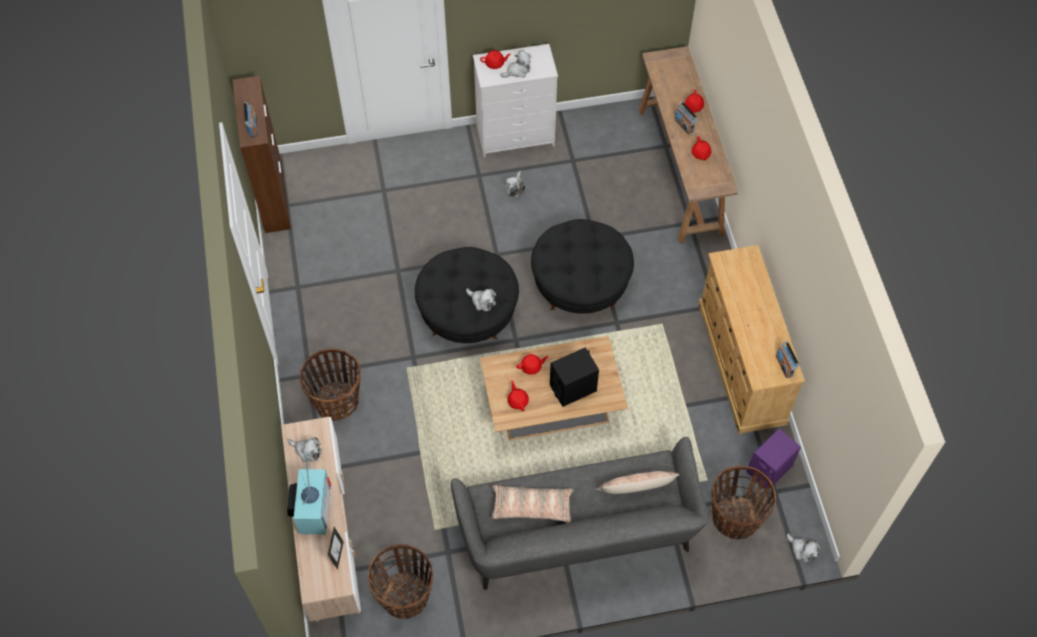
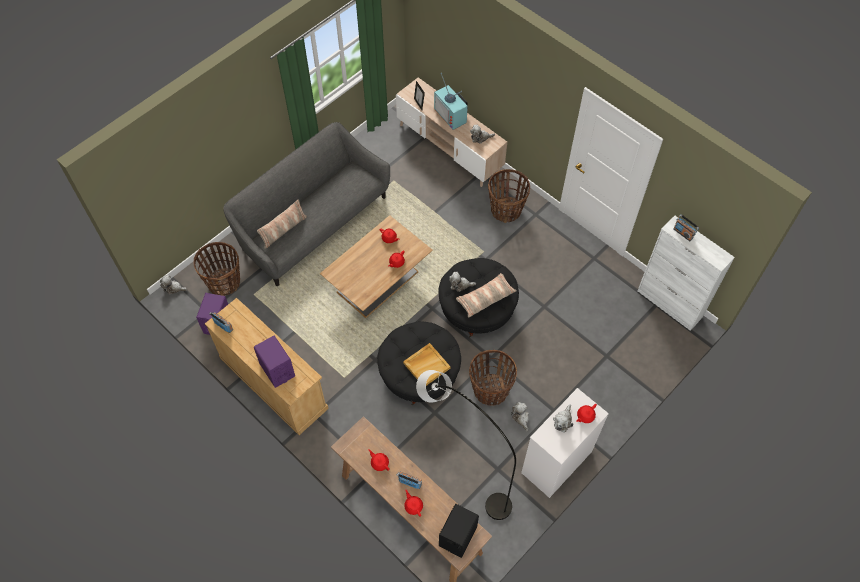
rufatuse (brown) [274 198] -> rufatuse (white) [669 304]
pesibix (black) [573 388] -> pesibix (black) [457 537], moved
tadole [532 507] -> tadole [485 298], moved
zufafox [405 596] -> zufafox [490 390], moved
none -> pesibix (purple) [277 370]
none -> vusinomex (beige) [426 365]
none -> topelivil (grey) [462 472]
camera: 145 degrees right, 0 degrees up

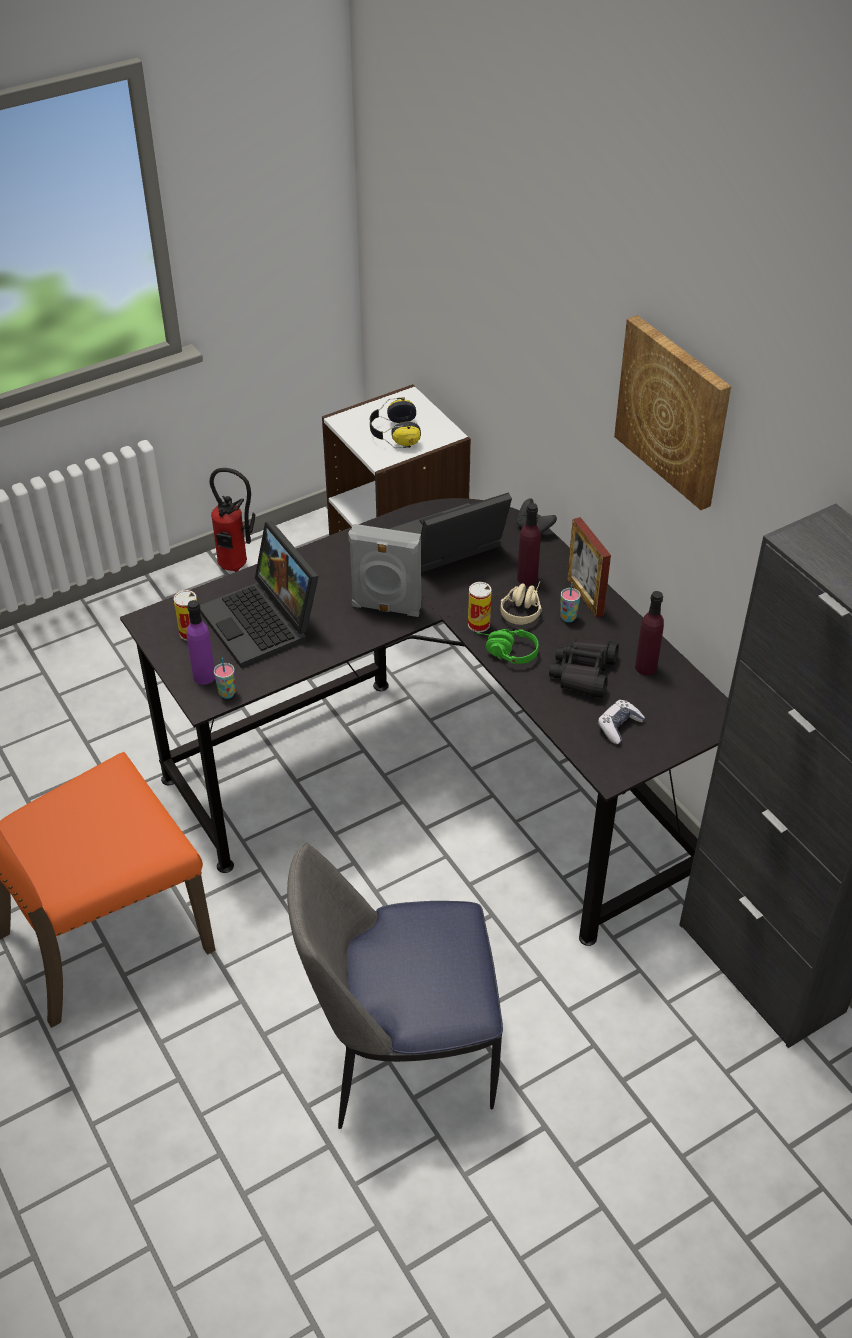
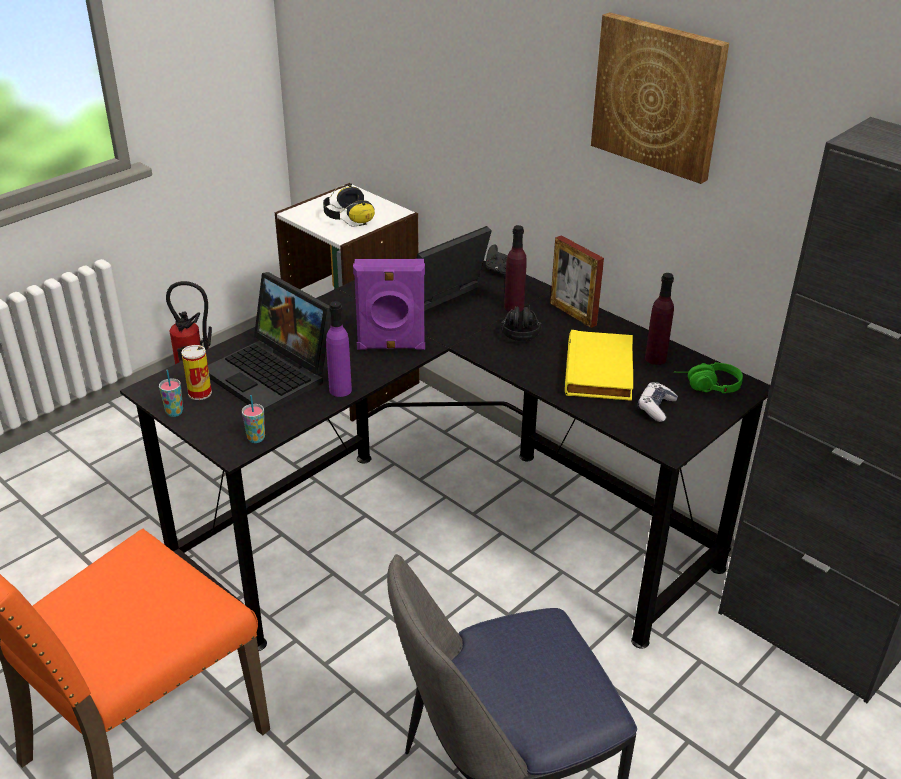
pesibix (grey) [386 608] -> pesibix (purple) [391 346]
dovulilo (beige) [523 607] -> dovulilo (black) [520 329]
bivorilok [478 624] -> none
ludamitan [568 617] -> ludamitan [174 412], moved
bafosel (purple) [204 676] -> bafosel (purple) [340 390], moved
dovulilo (green) [505 652] -> dovulilo (green) [706 386], moved
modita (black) [583 673] -> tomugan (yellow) [601 371]
camera: 15 degrees left, 10 degrees down

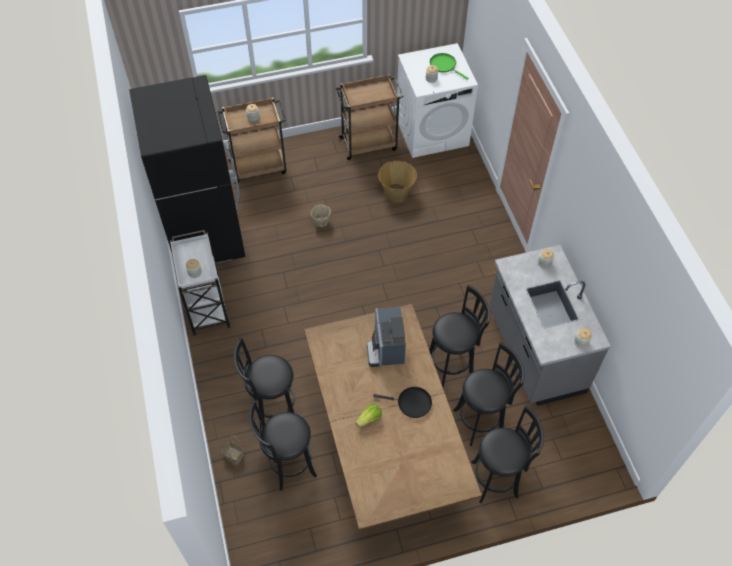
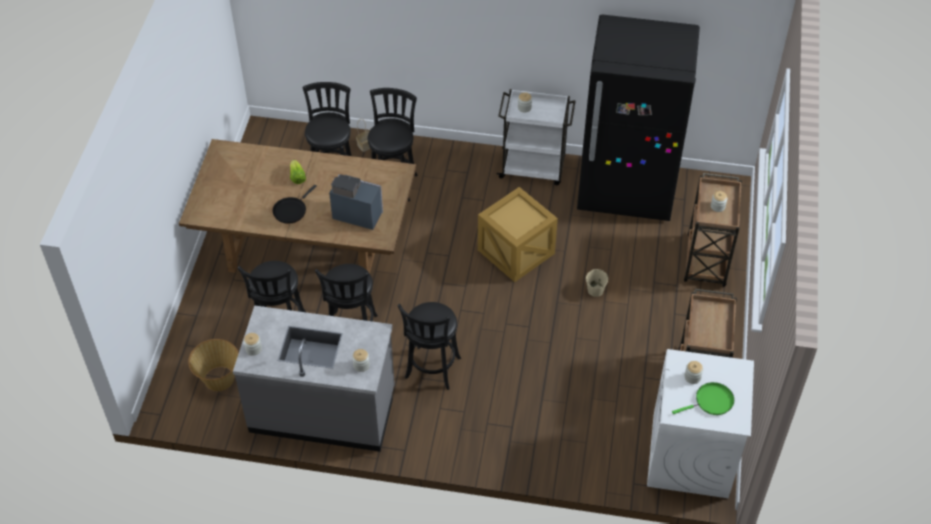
zufafox [396 192] -> zufafox [218 379], moved
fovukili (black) [497 479] -> fovukili (black) [431 370], moved
none -> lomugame [516 252]
camera: 115 degrees right, 5 degrees down

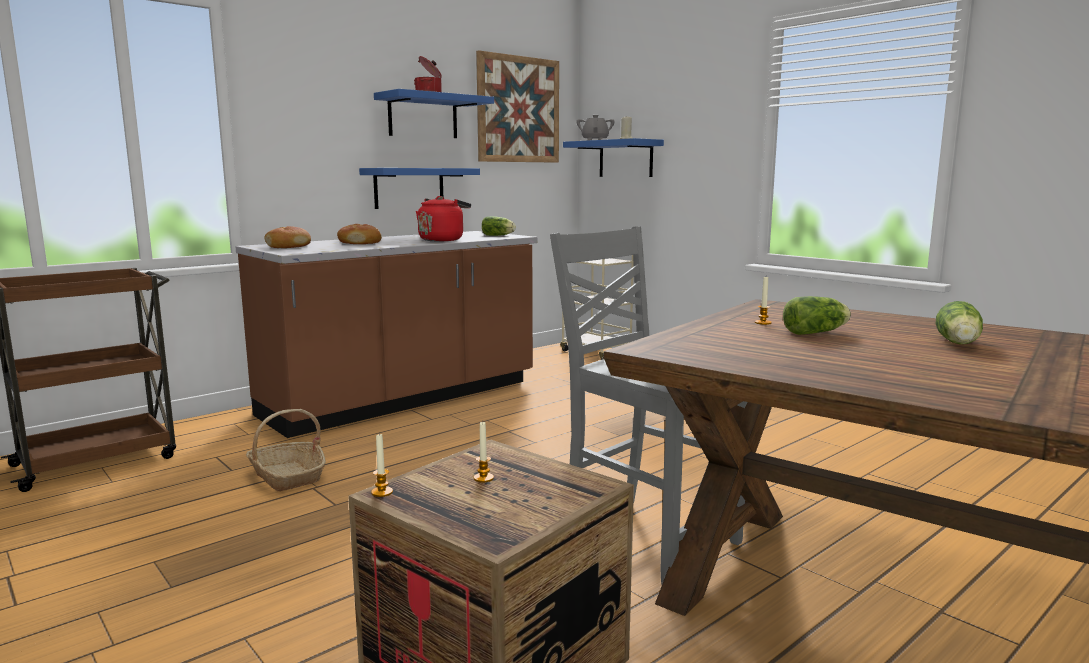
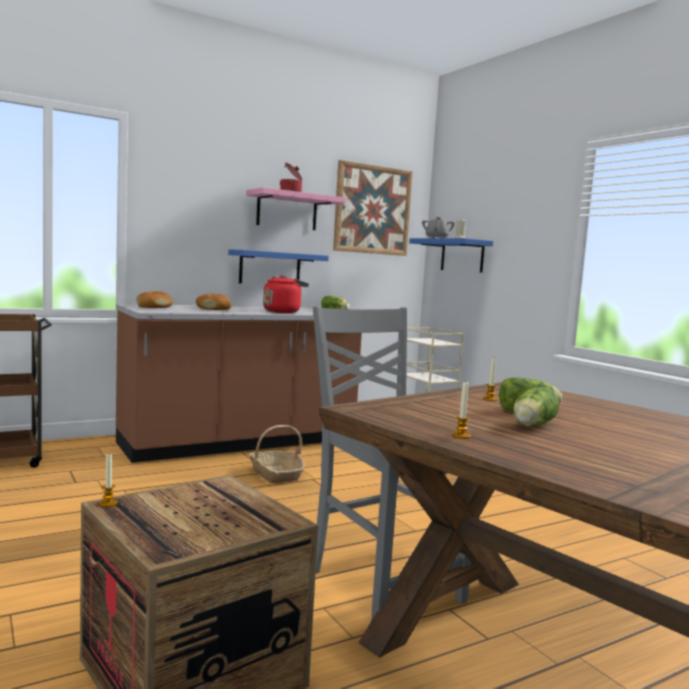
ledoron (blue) [423 116] -> ledoron (pink) [287 211]
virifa [958 343] -> virifa [531 426], moved
zufafox [287 476] -> zufafox [276 474], moved
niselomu [483 478] -> niselomu [461 436], moved
camera: 10 degrees right, 5 degrees down

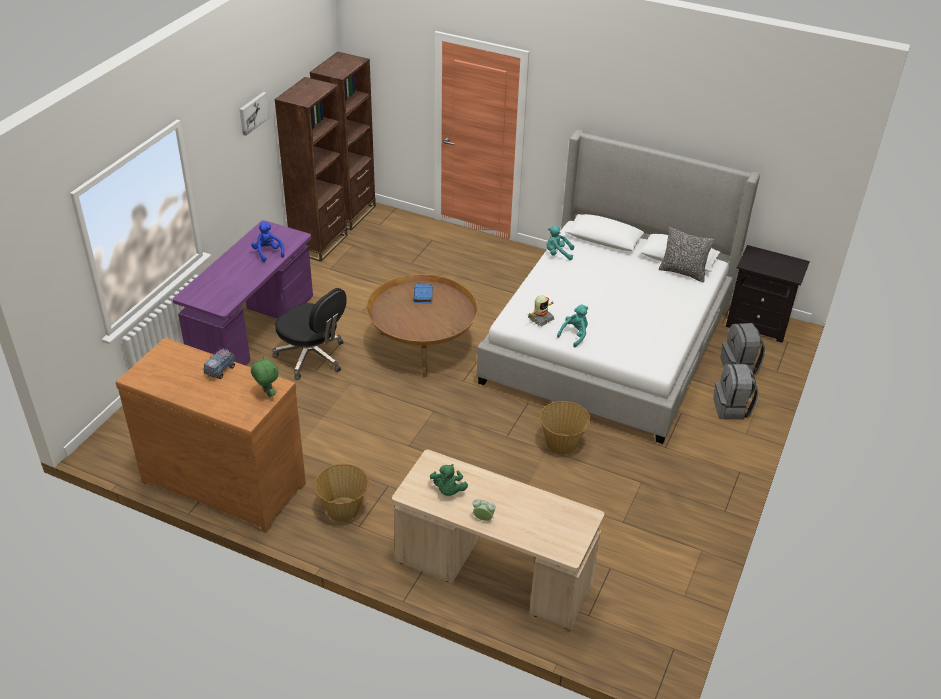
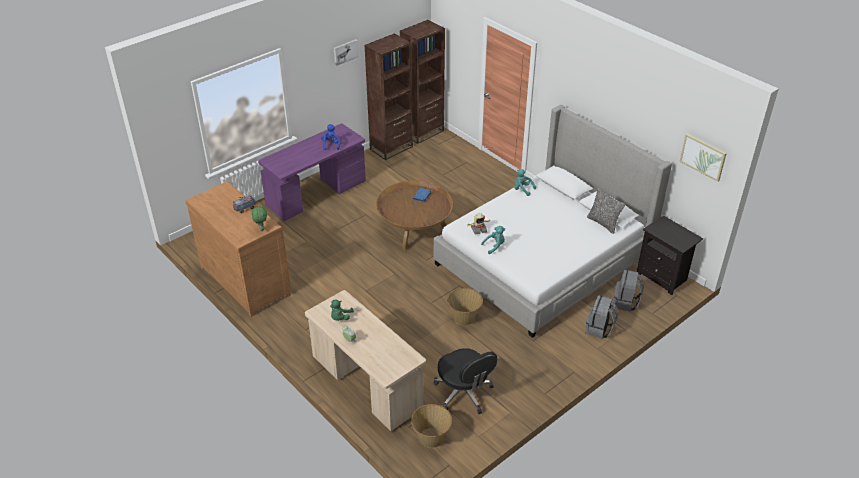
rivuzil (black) [312 357] -> rivuzil (black) [464 393], moved
zufafox [343 509] -> zufafox [431 438], moved
none -> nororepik [703 156]
camera: 25 degrees right, 0 degrees up

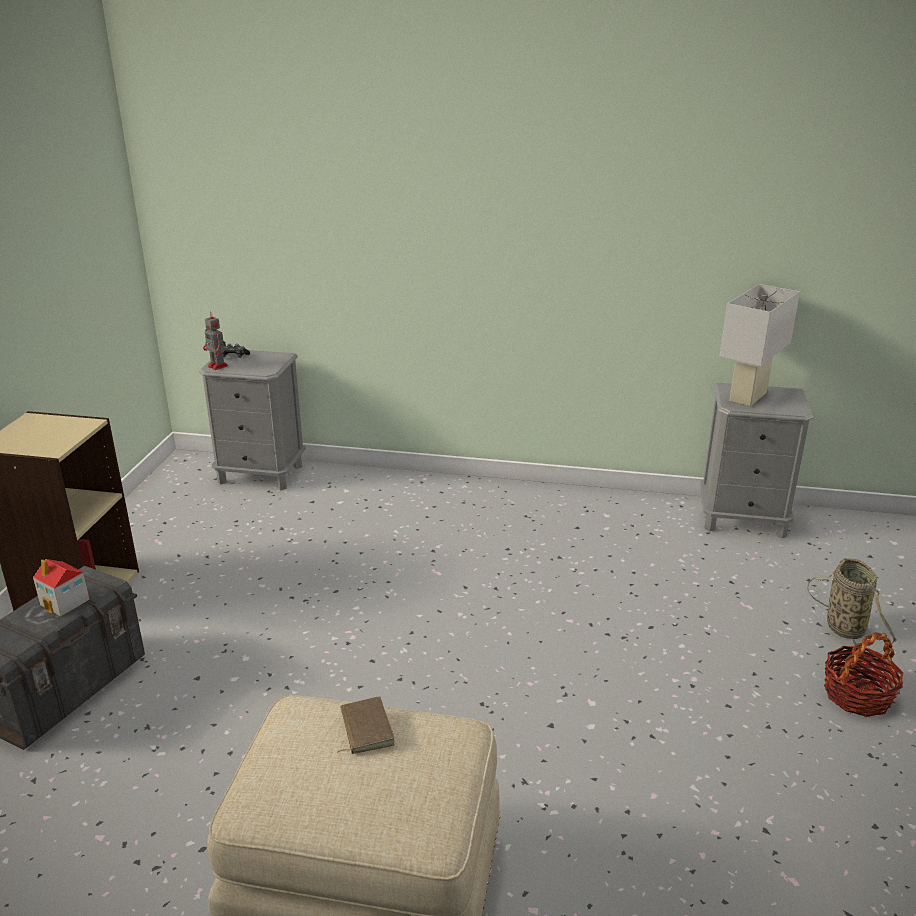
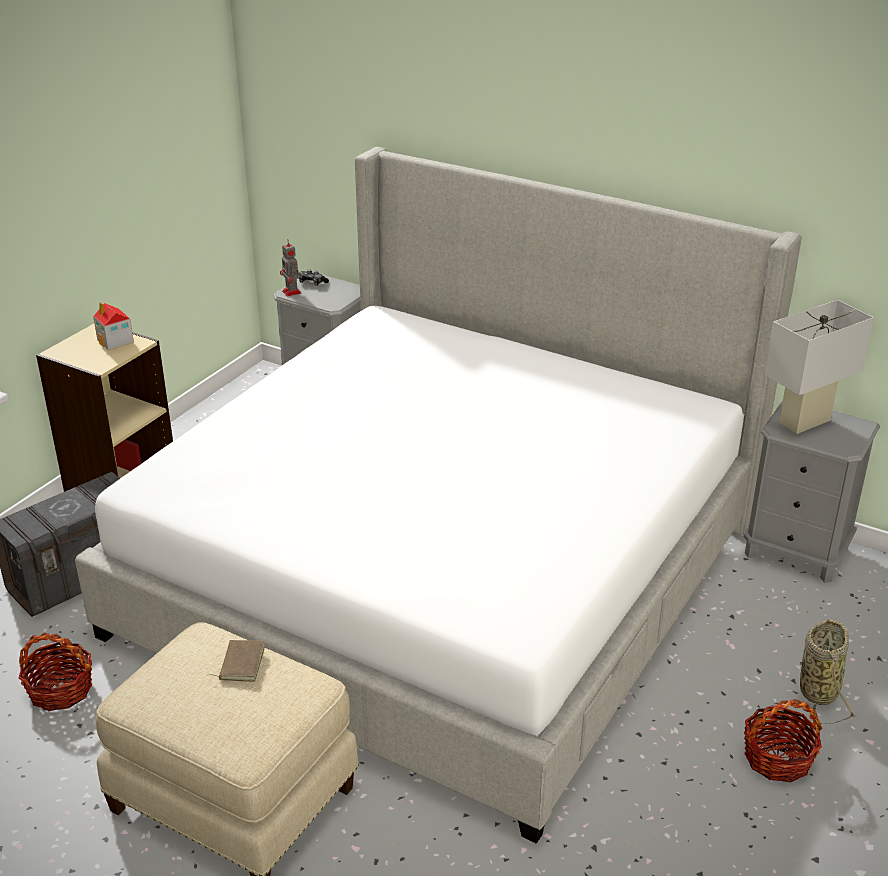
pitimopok [65 602] -> pitimopok [115 341], moved
none -> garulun [444 574]
none -> zufafox [60 690]
camera: 20 degrees right, 5 degrees up

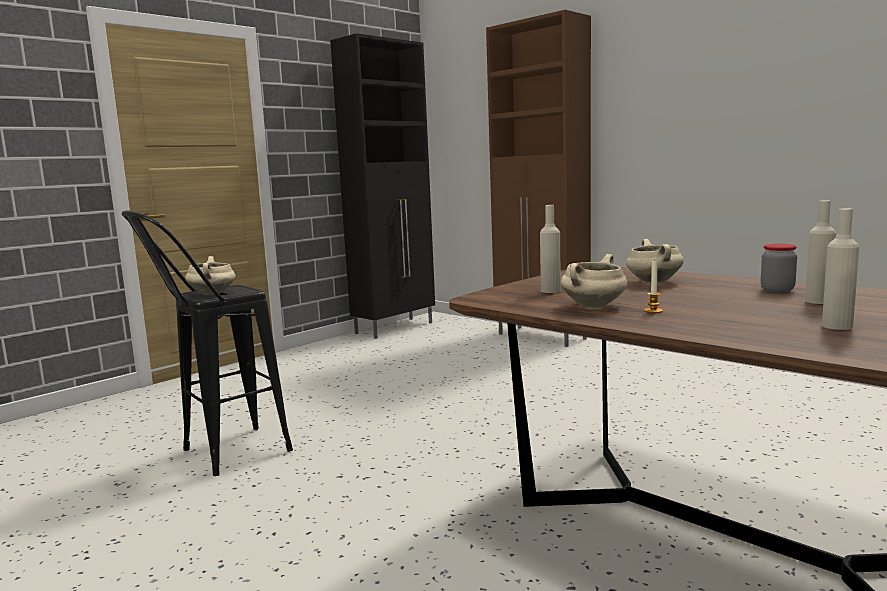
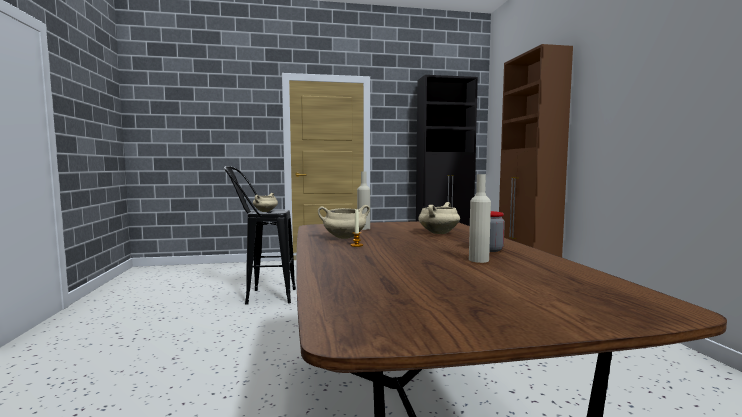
bafosel (beige) [837 326] -> none
camera: 35 degrees right, 5 degrees down

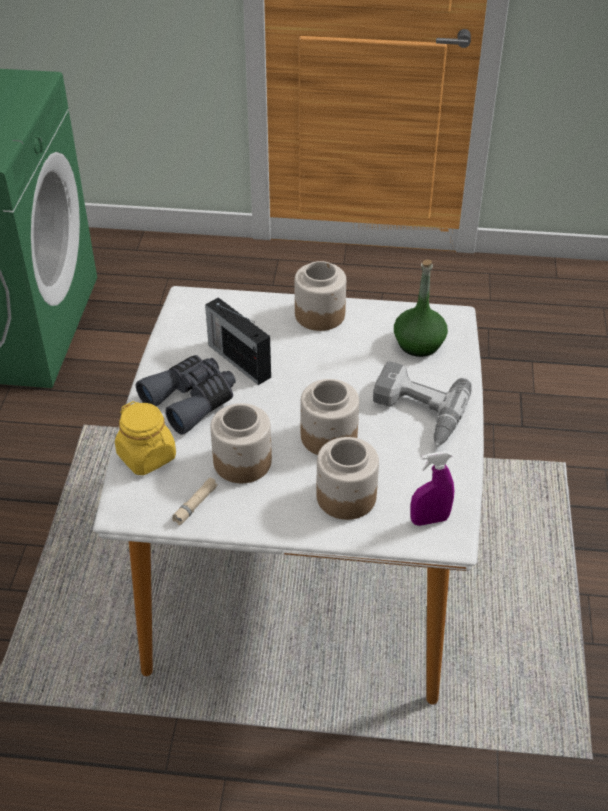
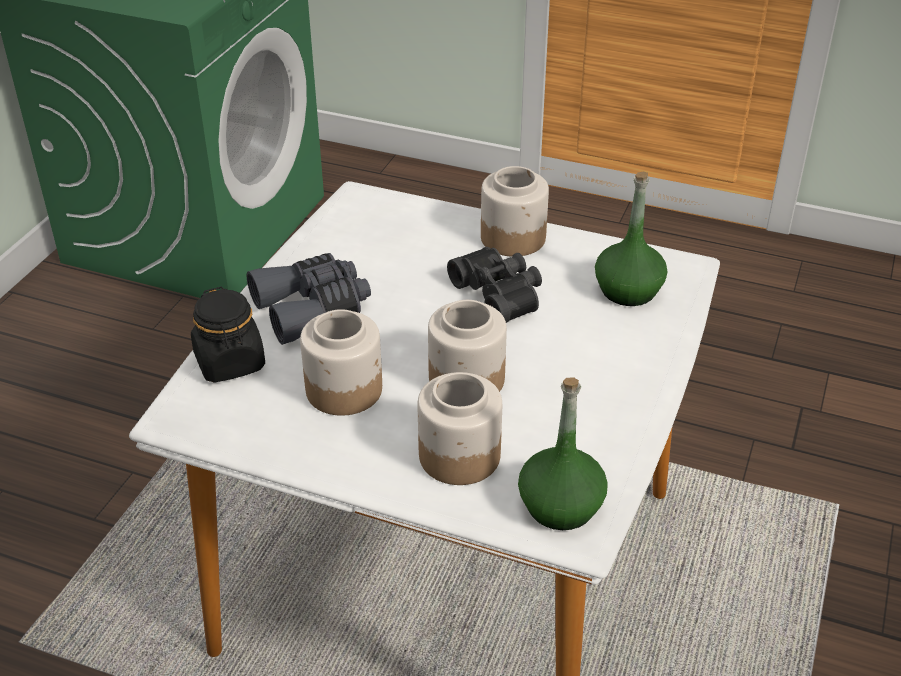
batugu [238 360] -> none
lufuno [416 413] -> none
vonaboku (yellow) [147 456] -> vonaboku (black) [230 362]
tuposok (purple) [429 520] -> bafosel (green) [560 506]
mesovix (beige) [195 505] -> none
none -> modita (black) [500 294]
camera: 15 degrees right, 5 degrees down

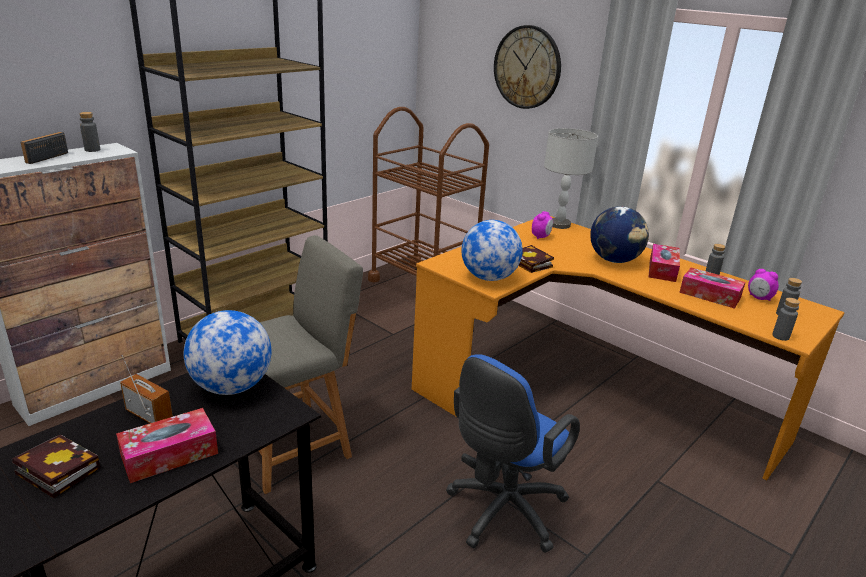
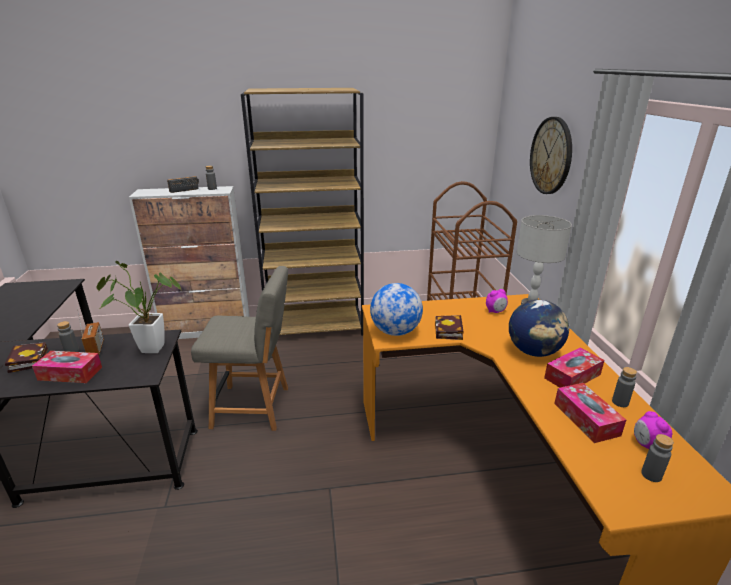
bafosel (grey) [780 336] -> bafosel (grey) [72 351], moved
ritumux [231 387] -> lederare [147 348]
rivuzil (blue) [502 513] -> none
camera: 40 degrees right, 0 degrees up

